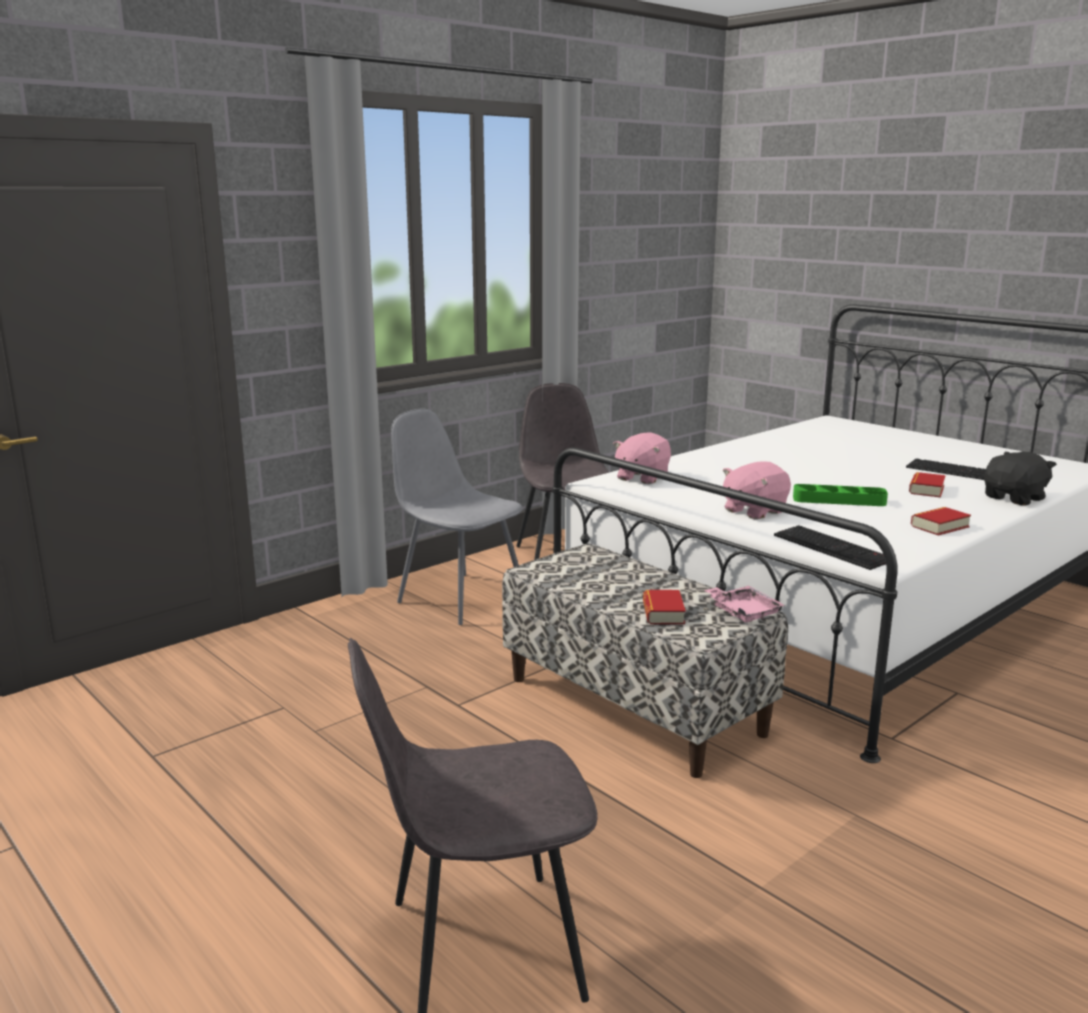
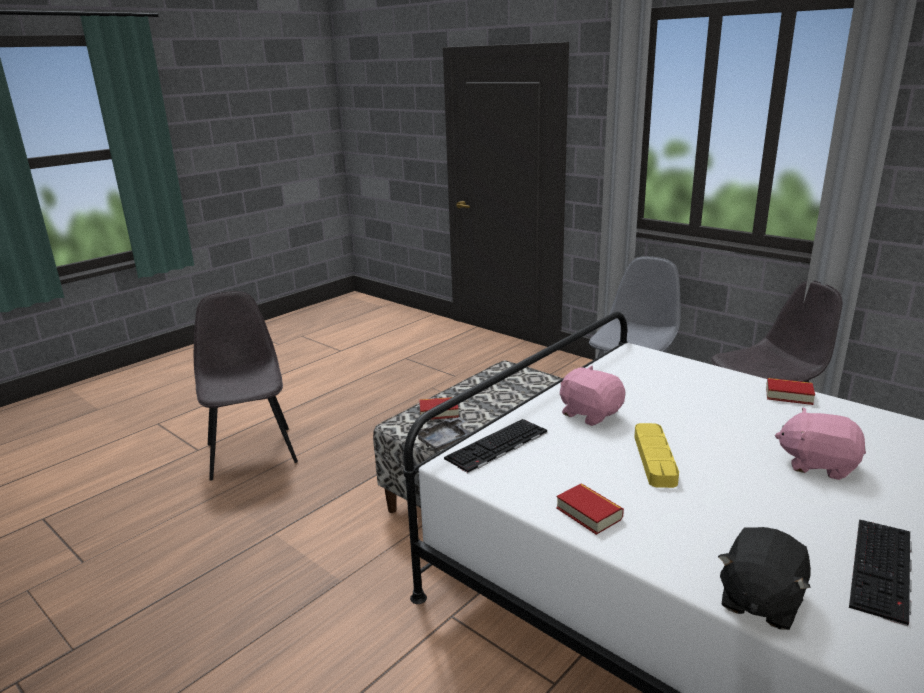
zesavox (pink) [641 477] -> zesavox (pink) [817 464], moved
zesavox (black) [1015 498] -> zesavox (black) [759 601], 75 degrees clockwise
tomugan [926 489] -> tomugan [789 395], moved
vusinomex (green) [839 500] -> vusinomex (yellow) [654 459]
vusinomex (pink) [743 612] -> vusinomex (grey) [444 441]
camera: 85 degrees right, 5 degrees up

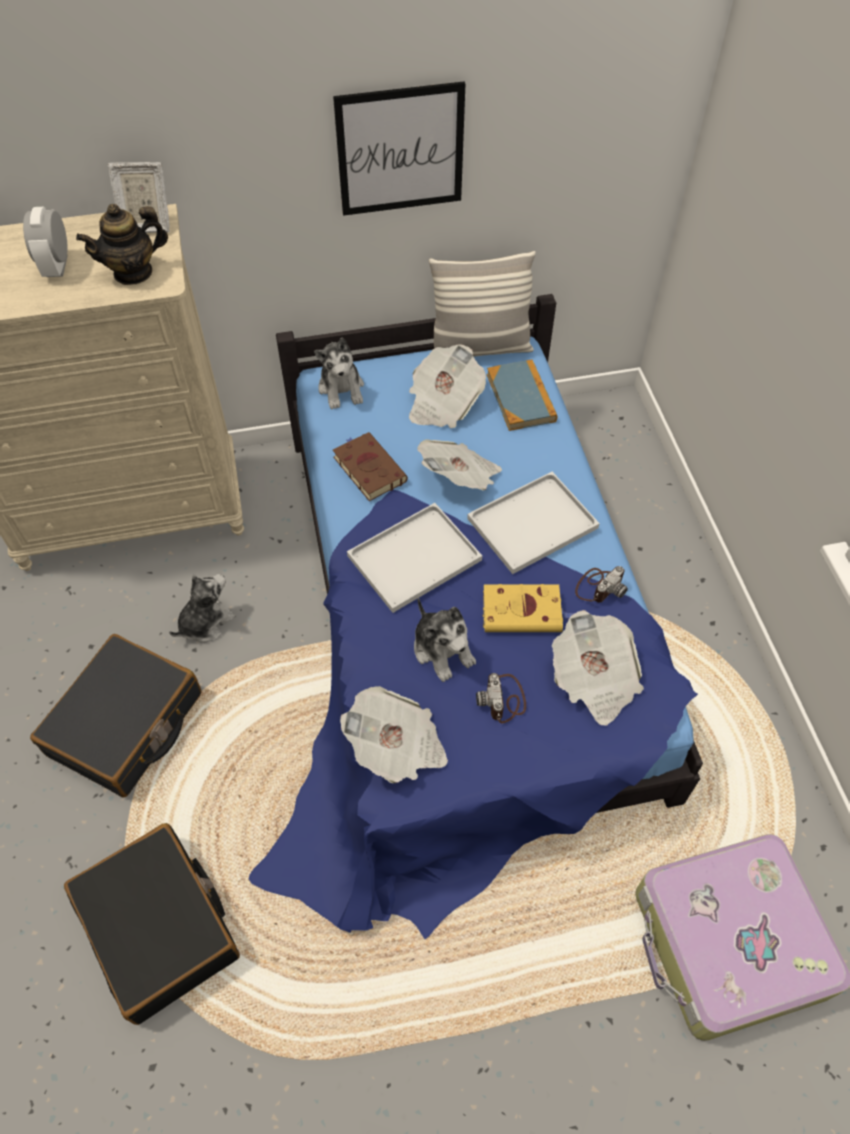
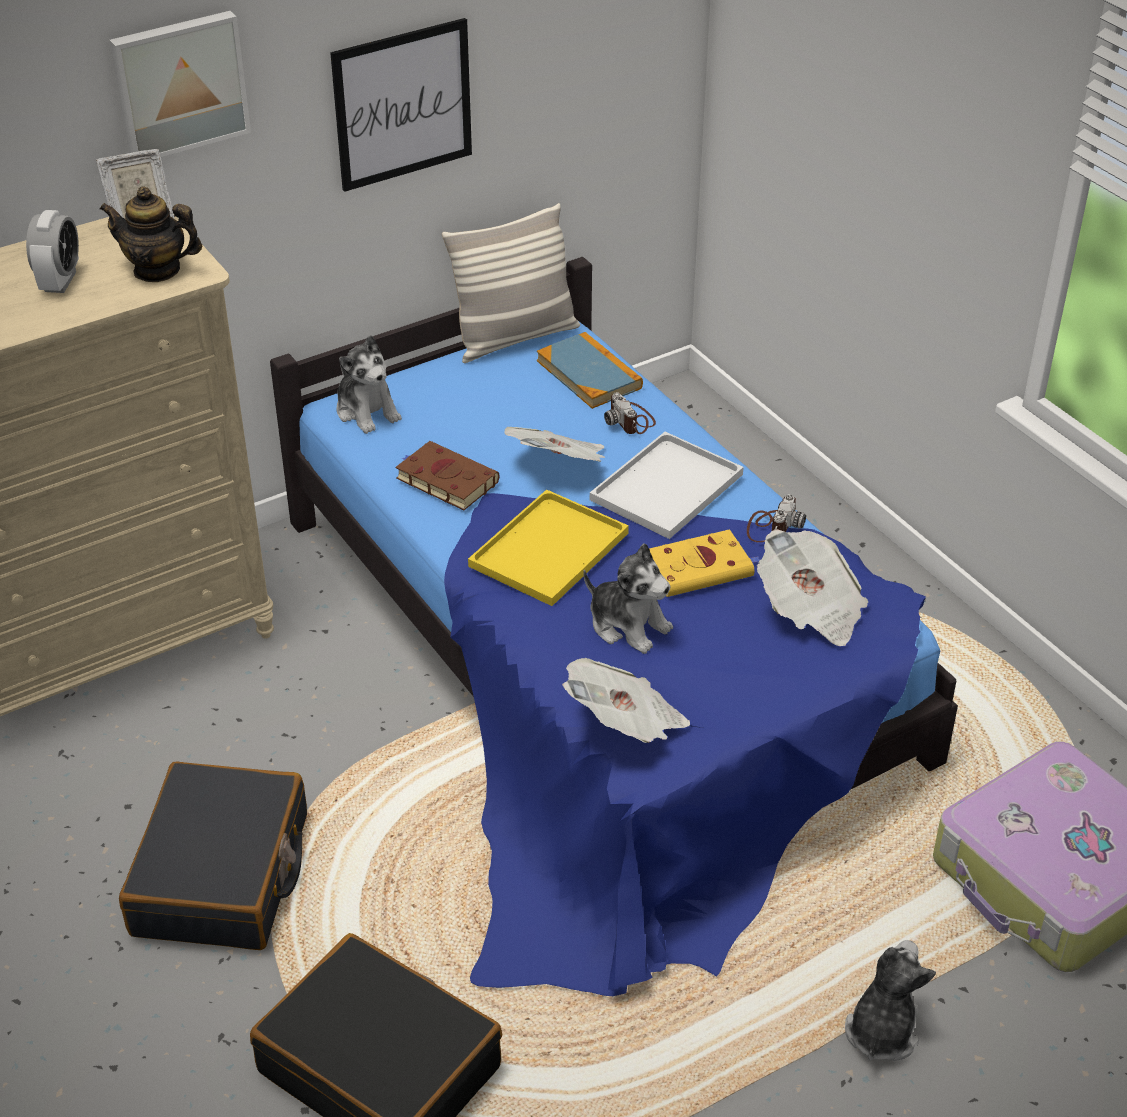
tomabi [133 272] -> tomabi [157 270], 60 degrees clockwise
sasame [57 266] -> sasame [60 281], 150 degrees counterclockwise
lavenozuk [443 403] -> none
vusinomex (white) [415 556] -> vusinomex (yellow) [549 547]
zesavox [205 622] -> zesavox [881 1030], moved
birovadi [503 700] -> birovadi [631 420], moved
none -> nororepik [179 84]
camera: 20 degrees left, 15 degrees down

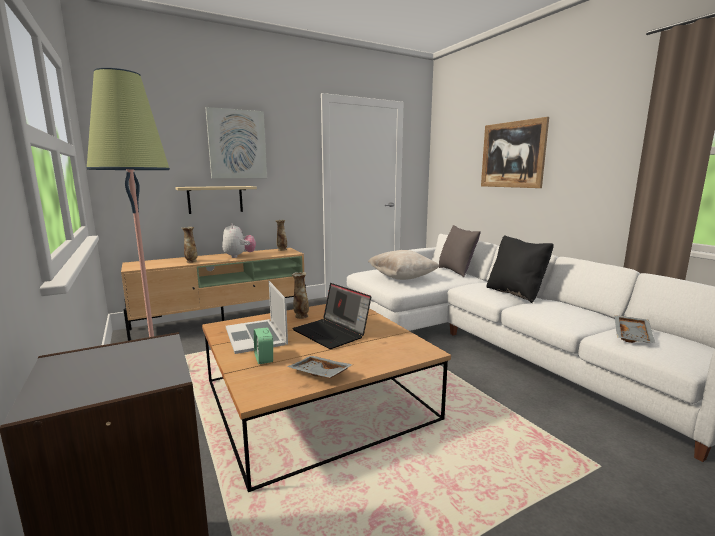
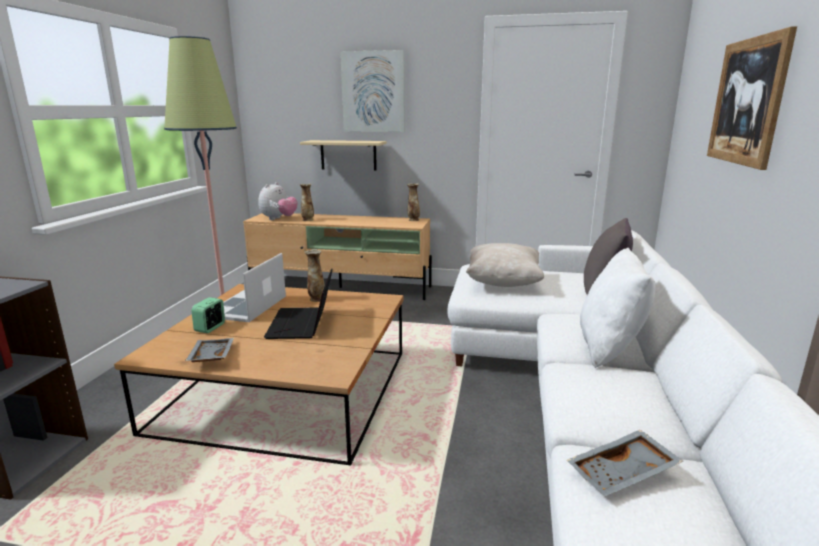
zesavox [239 256] -> zesavox [278 219], moved
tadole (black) [515 293] -> tadole (white) [609 347]
camera: 40 degrees right, 5 degrees up

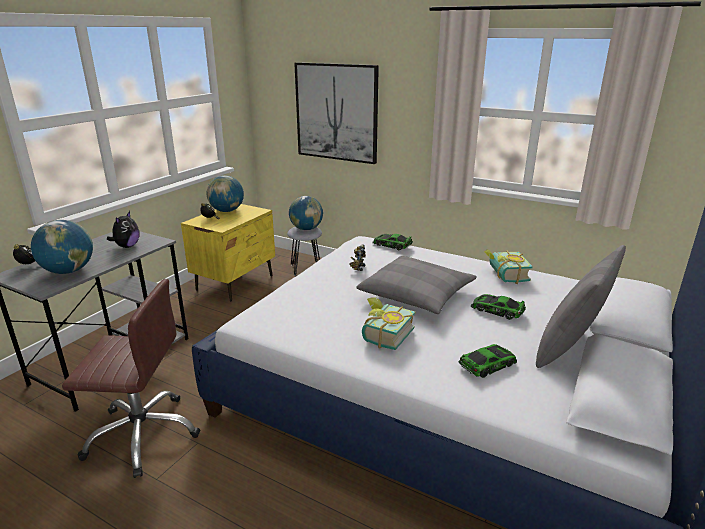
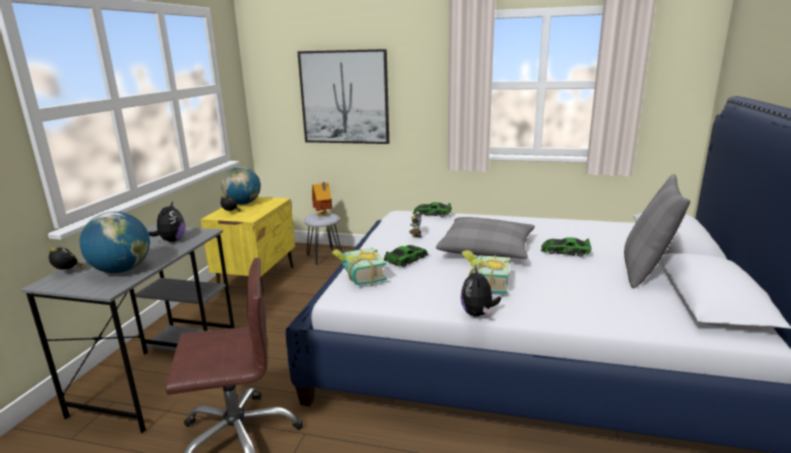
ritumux [306 229] -> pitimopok [323 215]
tomugan [504 276] -> tomugan [359 277], moved
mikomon [488 364] -> mikomon [406 259], moved
none -> zesavox [478 314]
camera: 15 degrees left, 5 degrees down

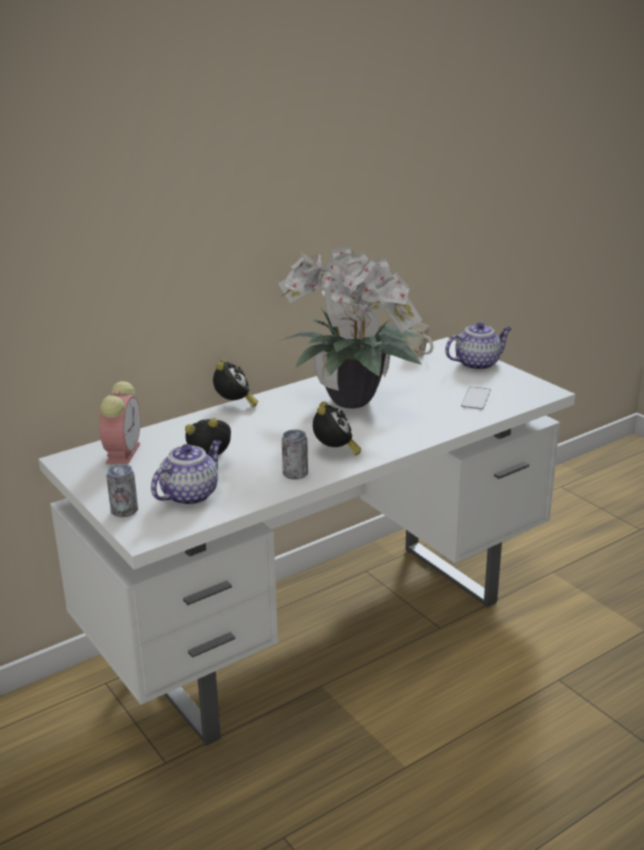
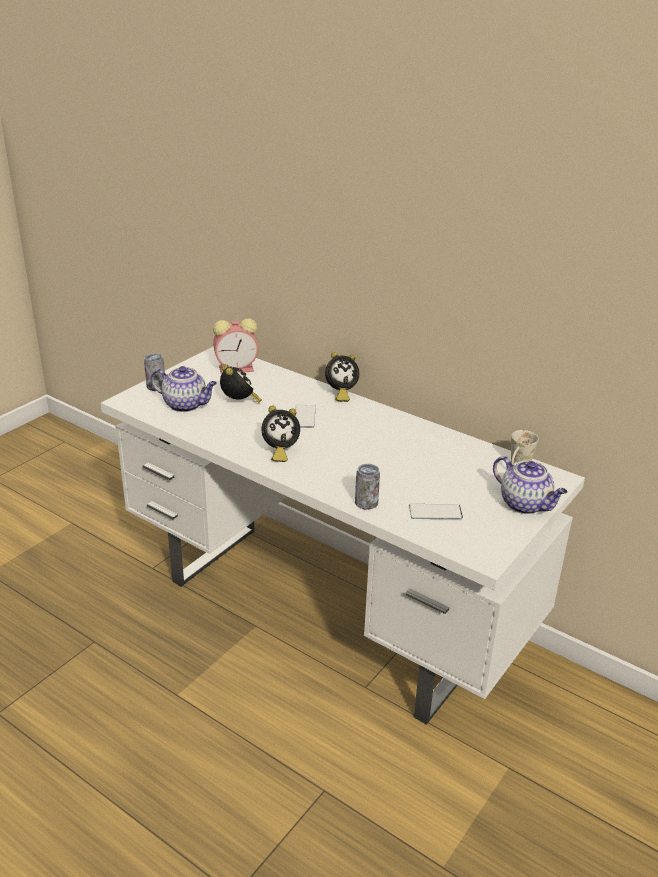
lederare [354 403] -> none
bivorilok [295 474] -> bivorilok [366 503], moved
none -> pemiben [304 416]
camera: 70 degrees right, 5 degrees up

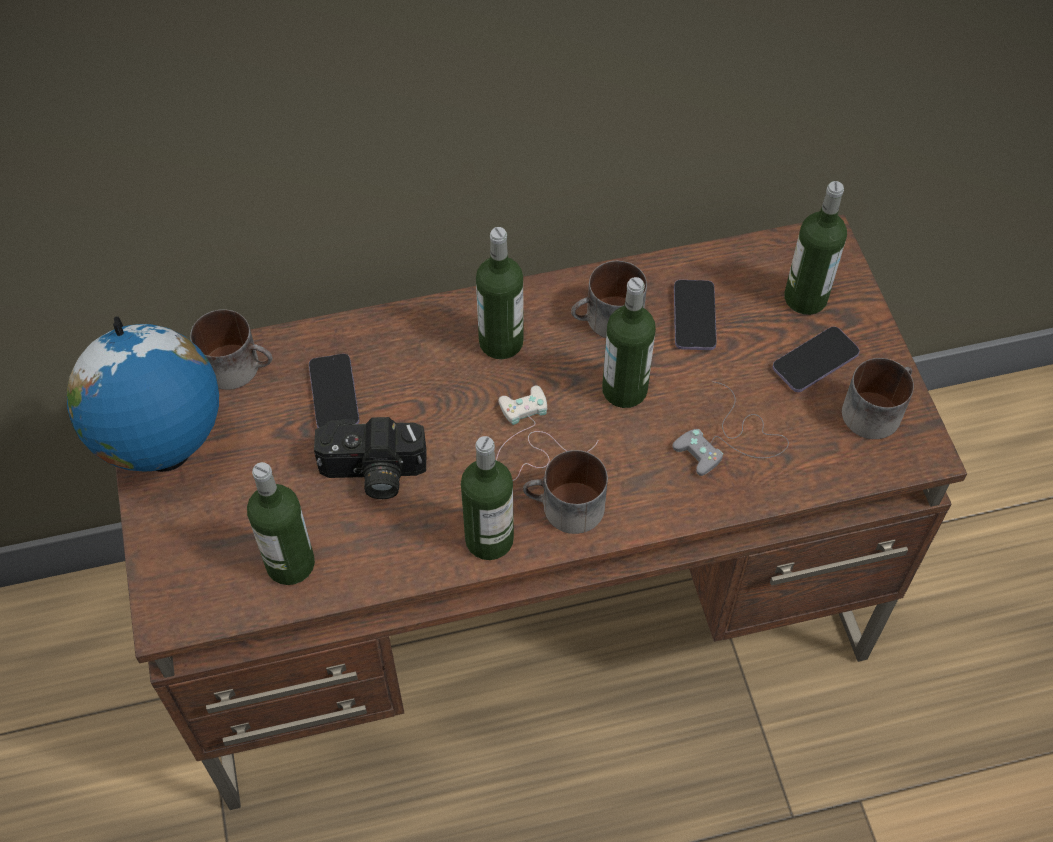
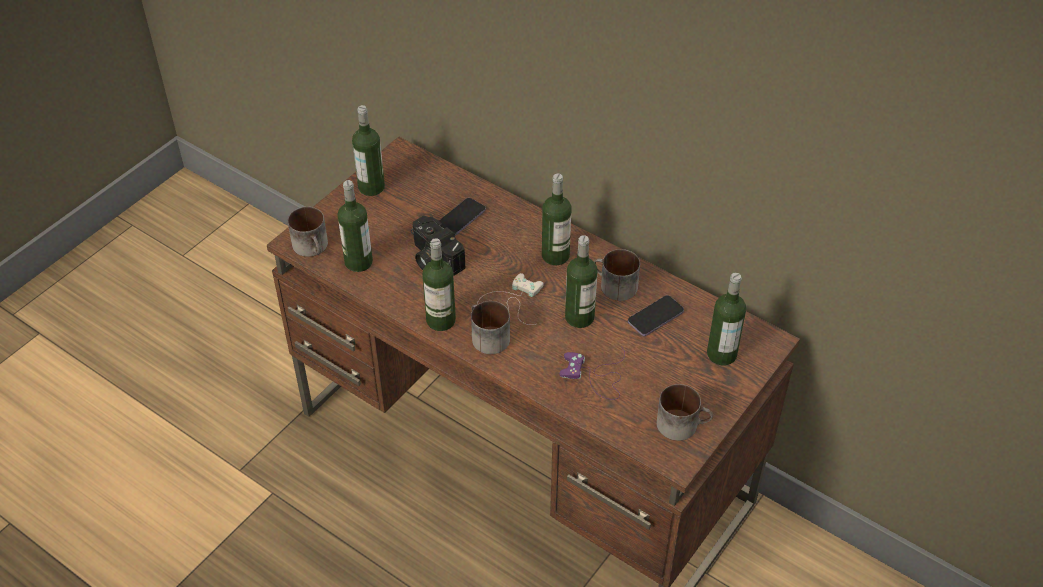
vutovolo [239 365] -> vutovolo [313 247], moved
ritumux [166 454] -> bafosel [371 187]
pemiben [815 361] -> none
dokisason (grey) [731 439] -> dokisason (purple) [596 376]
camera: 50 degrees right, 10 degrees down

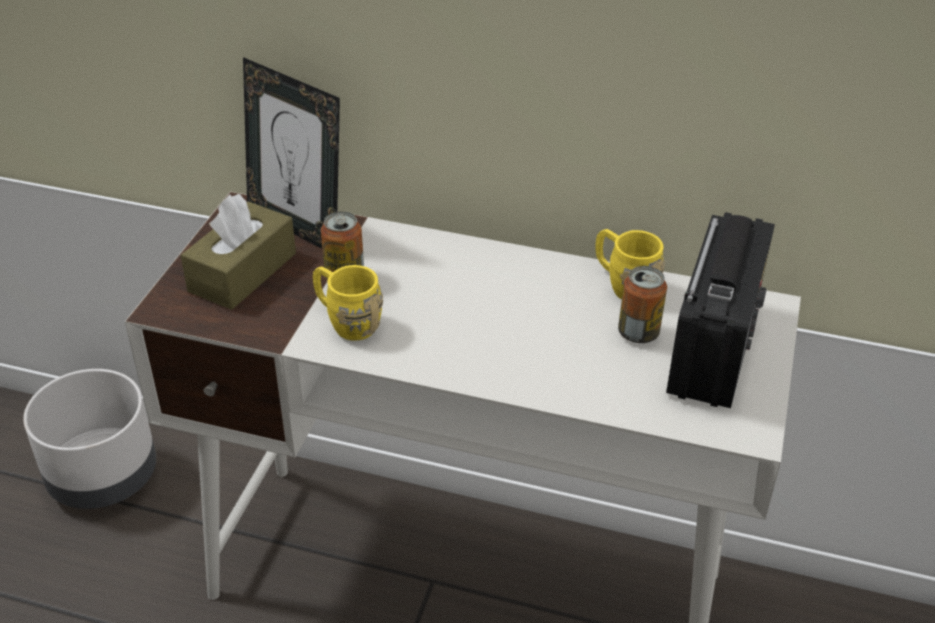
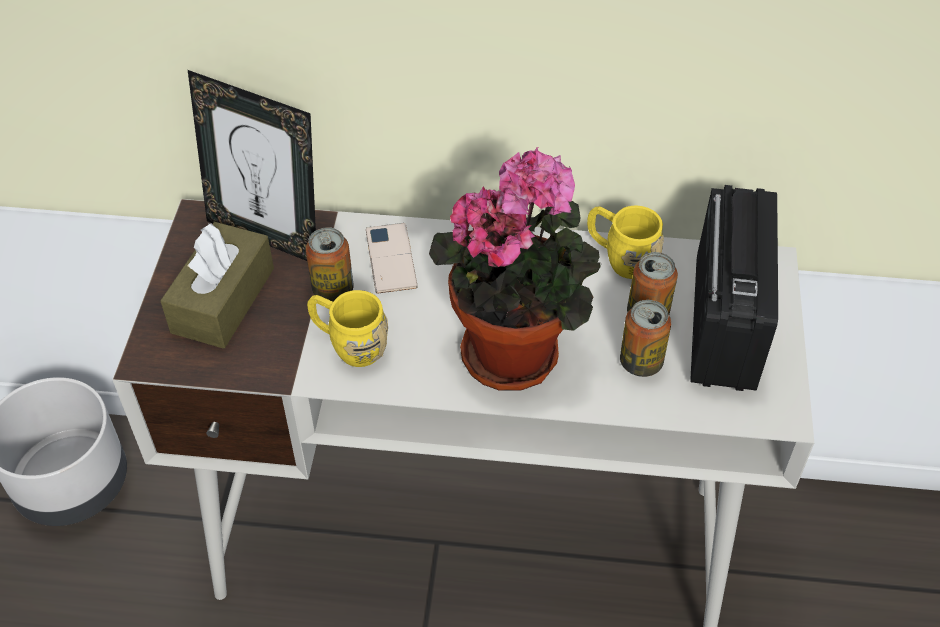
none -> lederare [517 349]
none -> pemiben [391 258]
none -> bivorilok [641 362]
camera: 10 degrees left, 10 degrees up

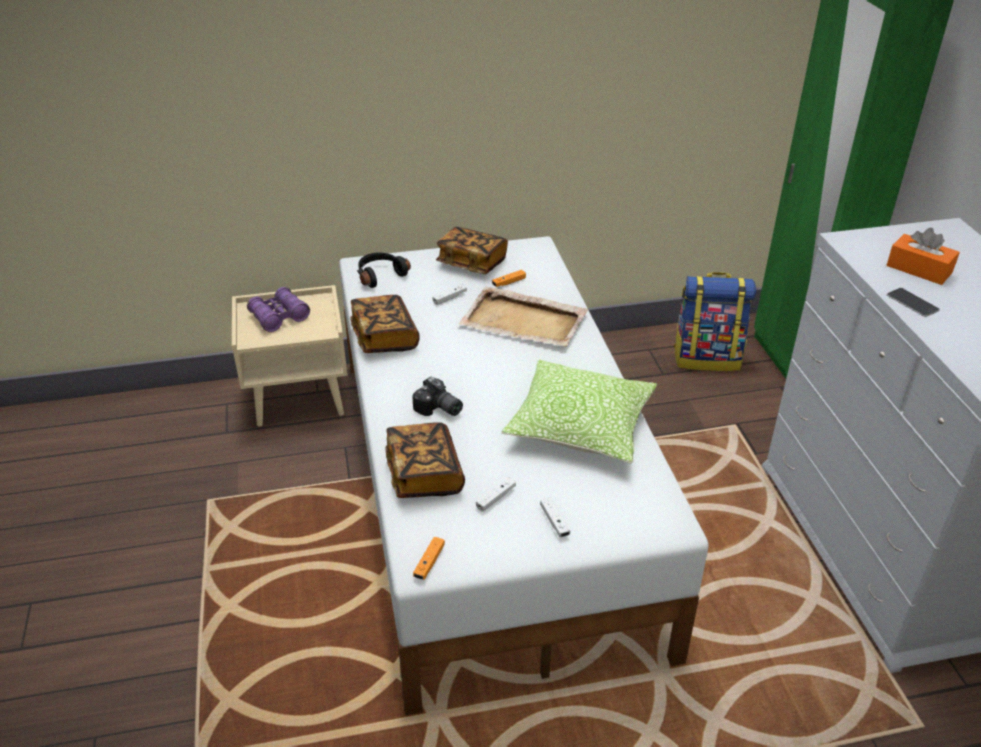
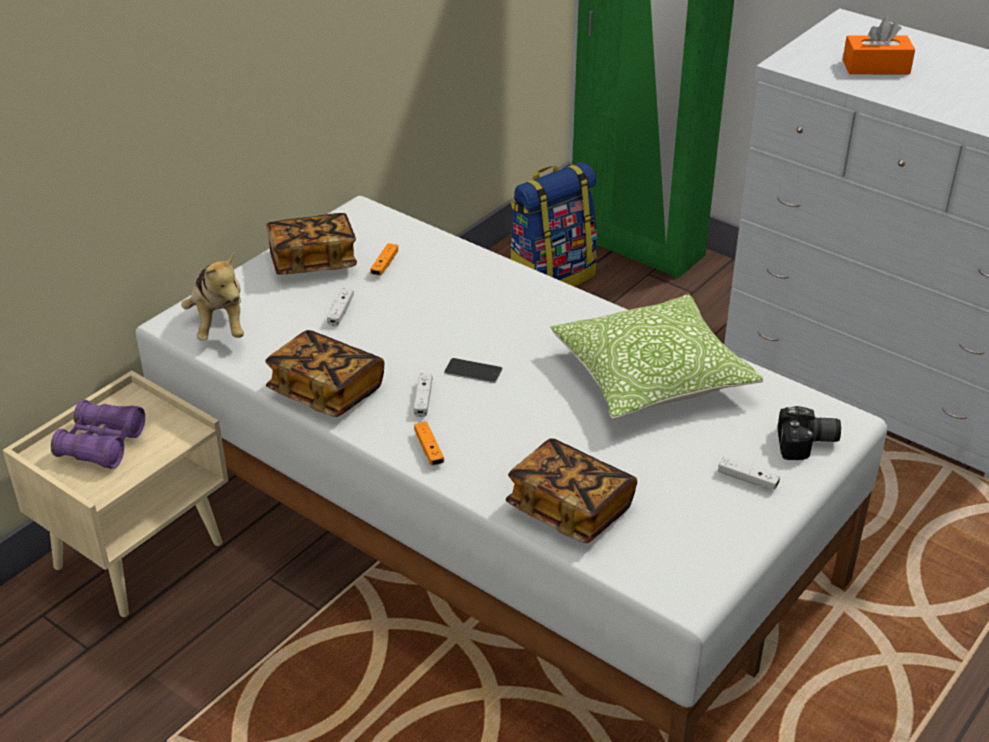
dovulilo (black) [380 275] -> zesavox [220 324]
vusinomex (beige) [524 321] -> none
pemiben [912 302] -> pemiben [473 371], moved
birovadi [438 409] -> birovadi [807 444], moved
dokisason (white) [496 498] -> dokisason (white) [423 400], moved
dokisason (orange) [429 562] -> dokisason (orange) [429 449], moved
camera: 40 degrees left, 0 degrees up

